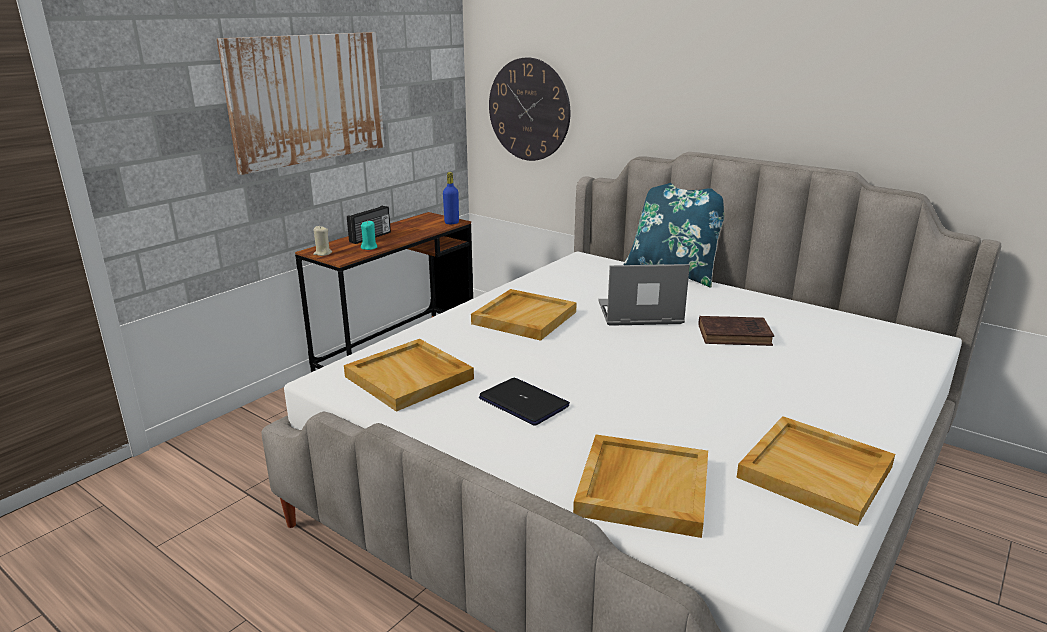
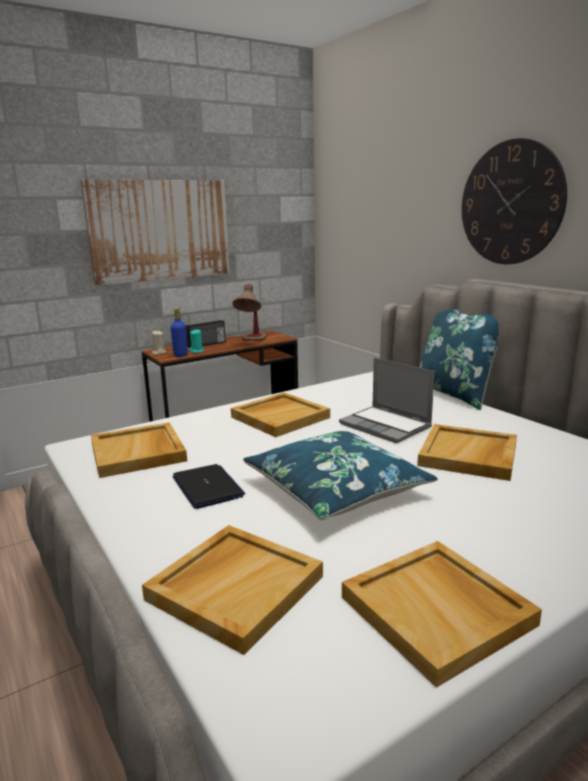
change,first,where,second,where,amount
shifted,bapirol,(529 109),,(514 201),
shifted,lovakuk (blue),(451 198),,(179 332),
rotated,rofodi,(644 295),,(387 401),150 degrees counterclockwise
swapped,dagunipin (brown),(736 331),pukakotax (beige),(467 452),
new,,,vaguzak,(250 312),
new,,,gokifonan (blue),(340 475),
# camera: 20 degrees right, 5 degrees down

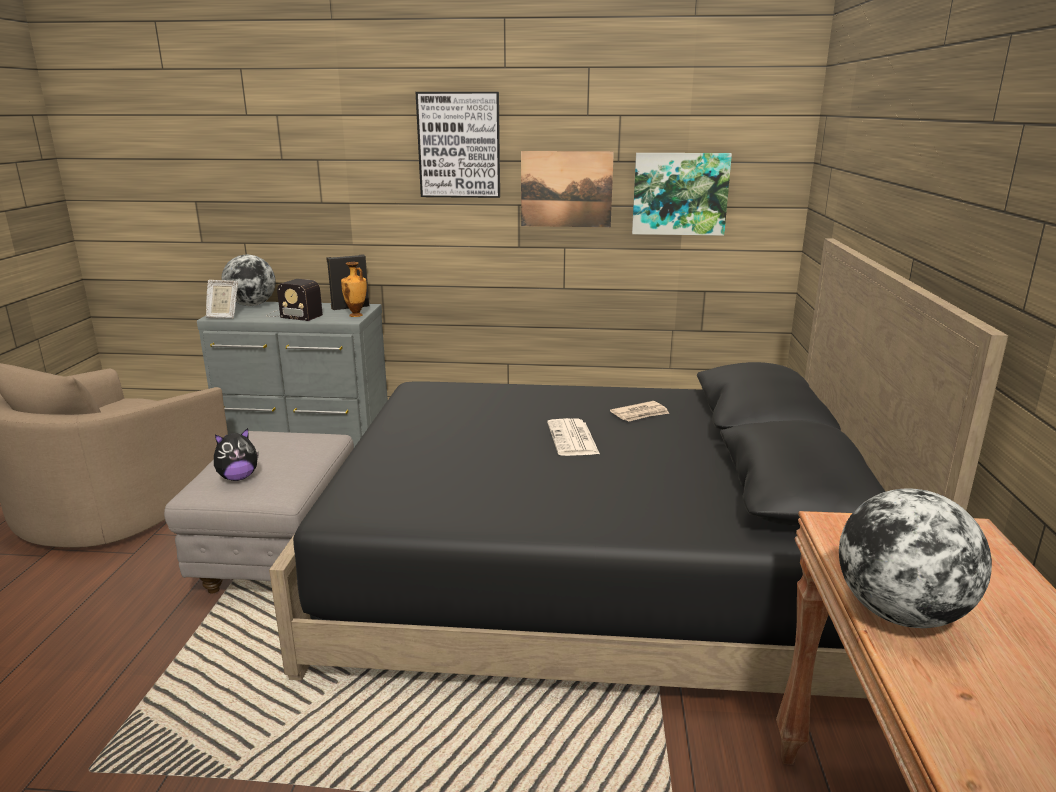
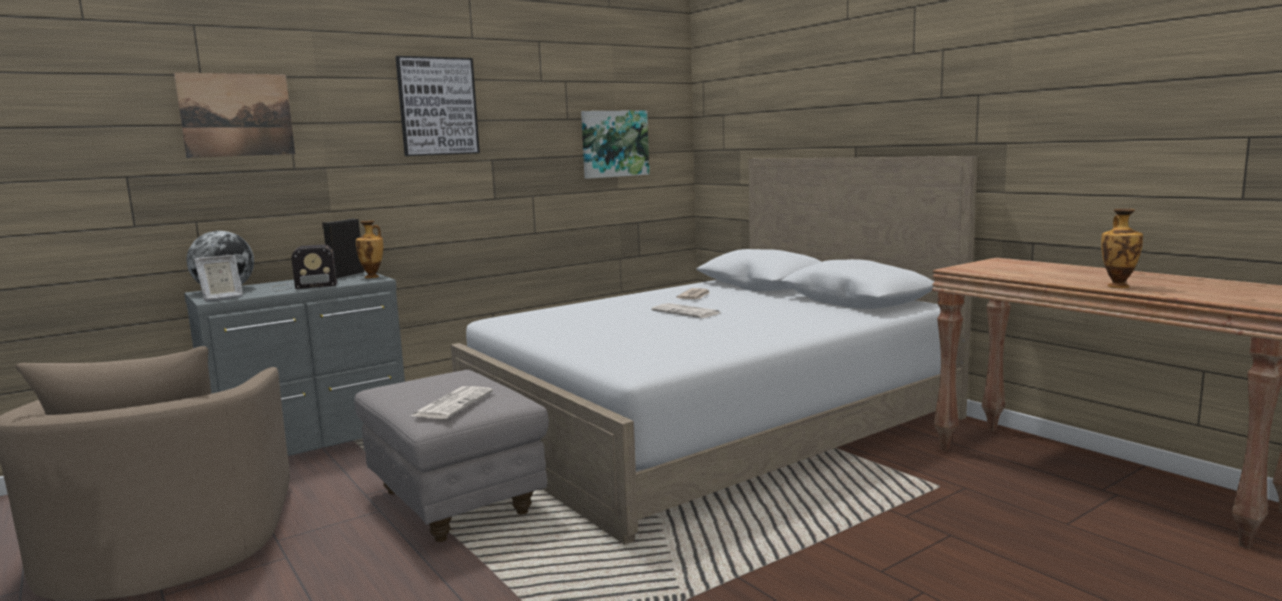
change,first,where,second,where,amount
shifted,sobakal,(567 189),,(234 115),
repainted,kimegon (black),(638 468),kimegon (white),(714 350),
swapped,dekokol,(236 454),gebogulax,(452 402),
gone,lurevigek,(915 558),,,
new,,,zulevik,(1122 248),
# camera: 40 degrees left, 10 degrees down

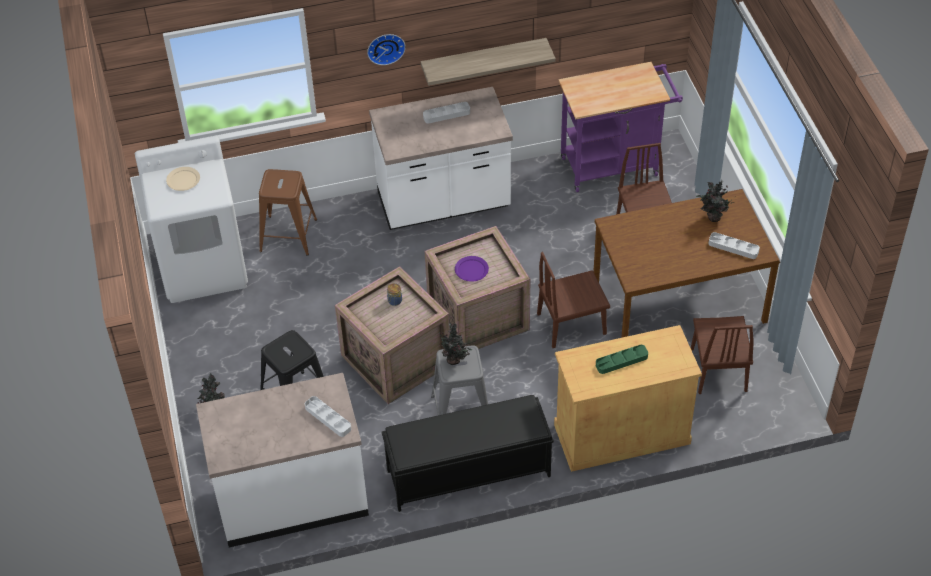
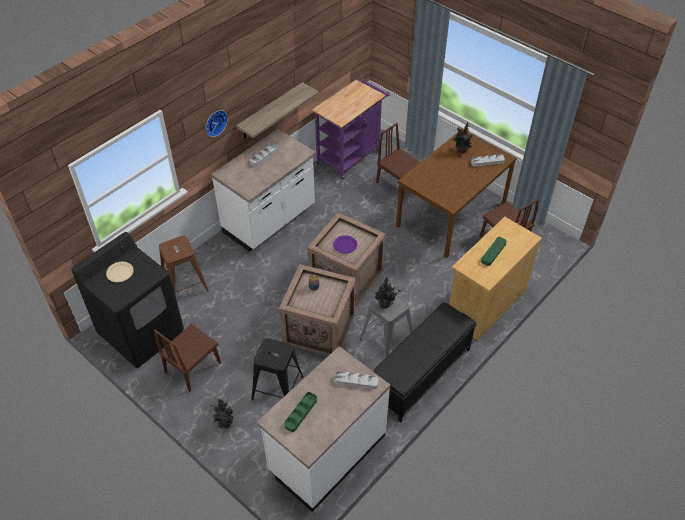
change,first,where,second,where,amount
repainted,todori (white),(191 219),todori (black),(127 300),
shifted,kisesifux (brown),(573 300),,(187 358),
new,,,pukakotax (green),(300 412),
# camera: 35 degrees left, 0 degrees up

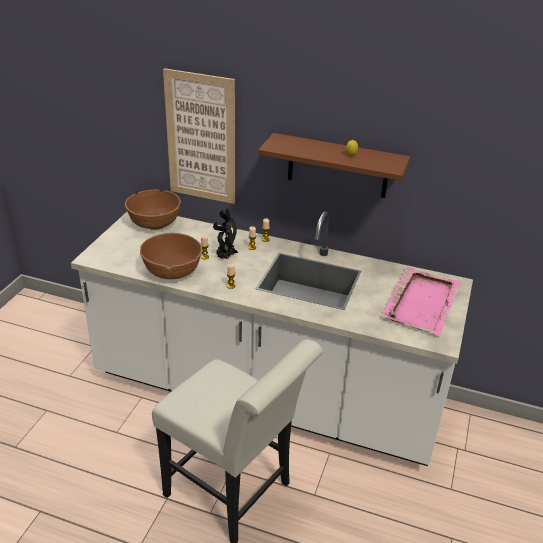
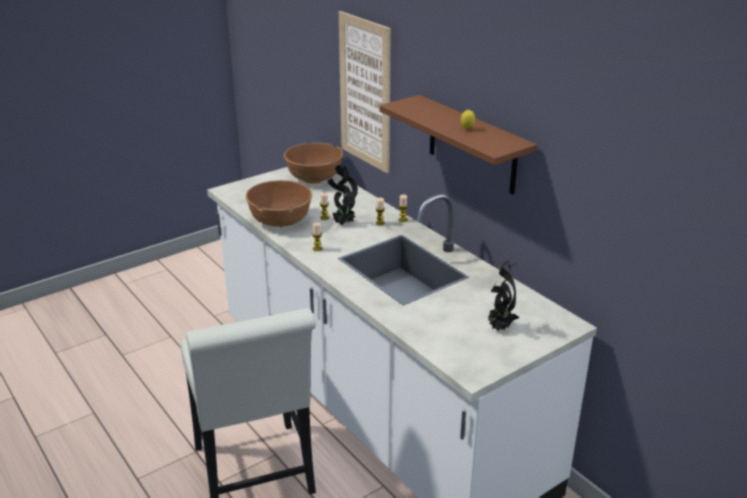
change,first,where,second,where,amount
swapped,pukakotax (pink),(421 301),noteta,(503 295),
# camera: 35 degrees right, 5 degrees down

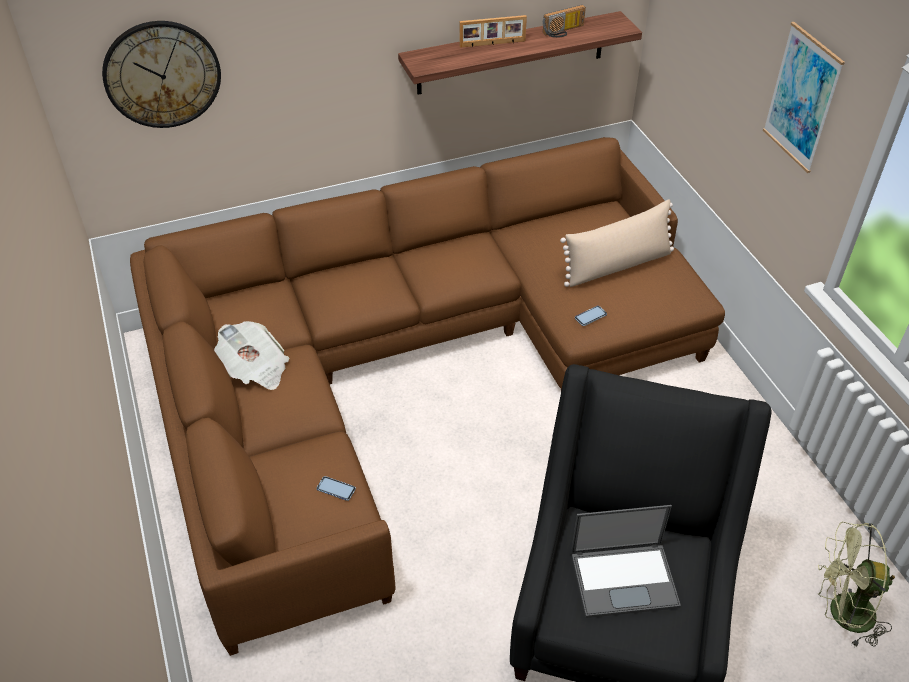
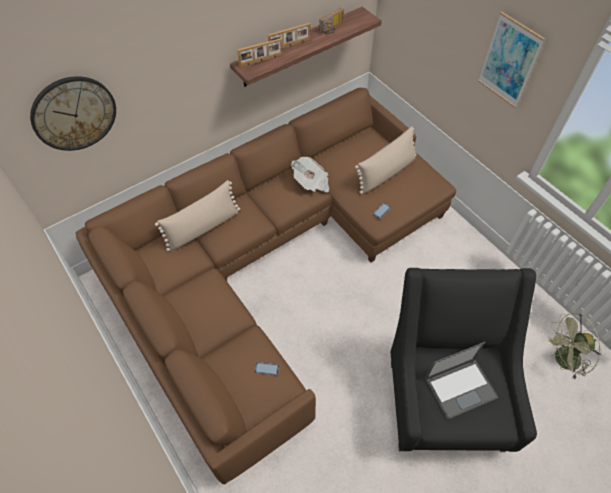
change,first,where,second,where,amount
shifted,gebogulax,(251 355),,(310 174),
new,,,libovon,(260 52),
new,,,gokifonan (beige),(197 215),
# camera: 15 degrees left, 10 degrees up

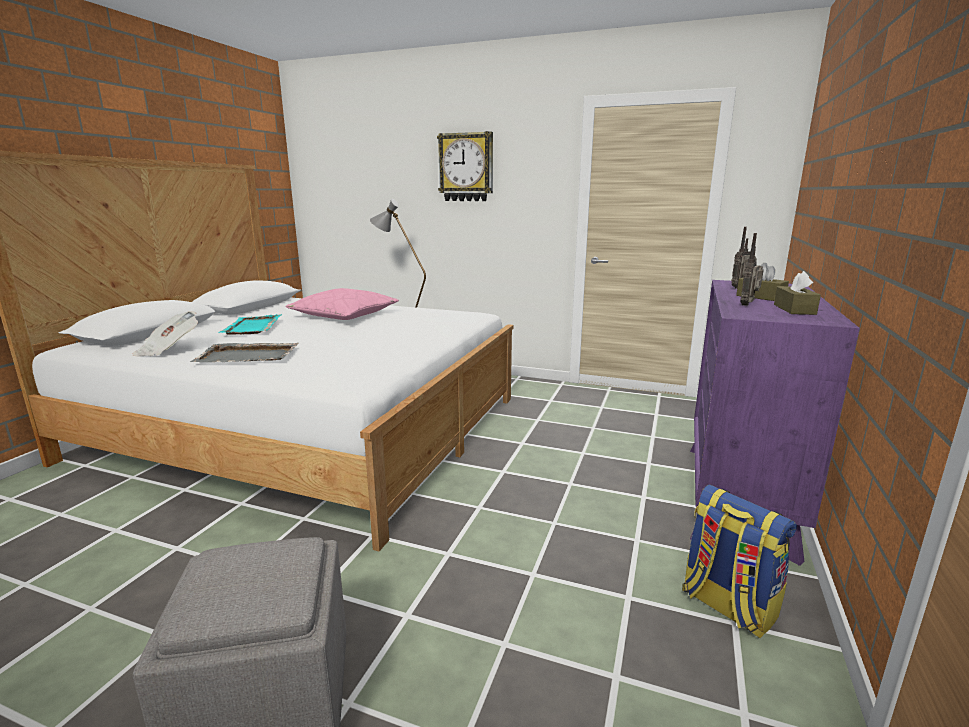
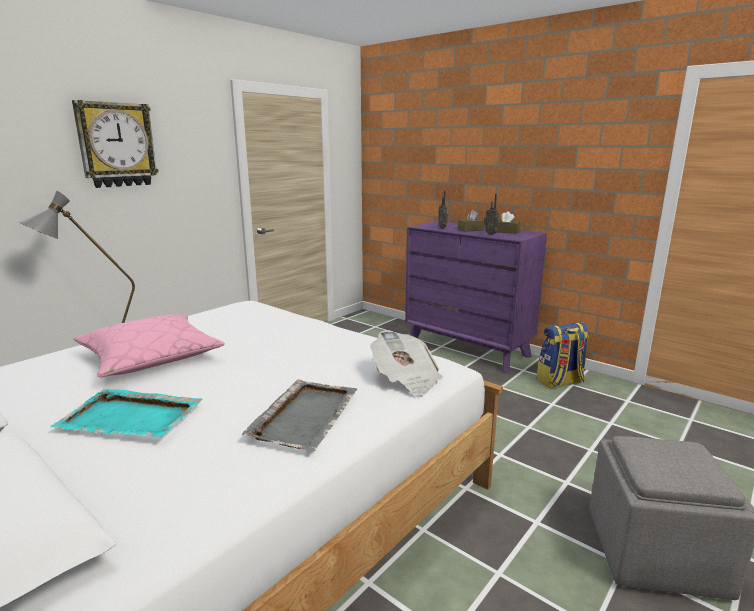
change,first,where,second,where,amount
shifted,gebogulax,(165 334),,(406 363),
# camera: 70 degrees left, 0 degrees up

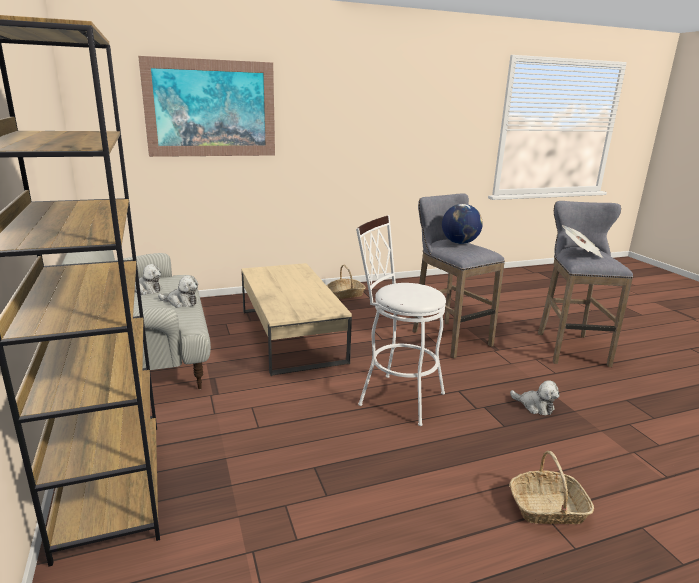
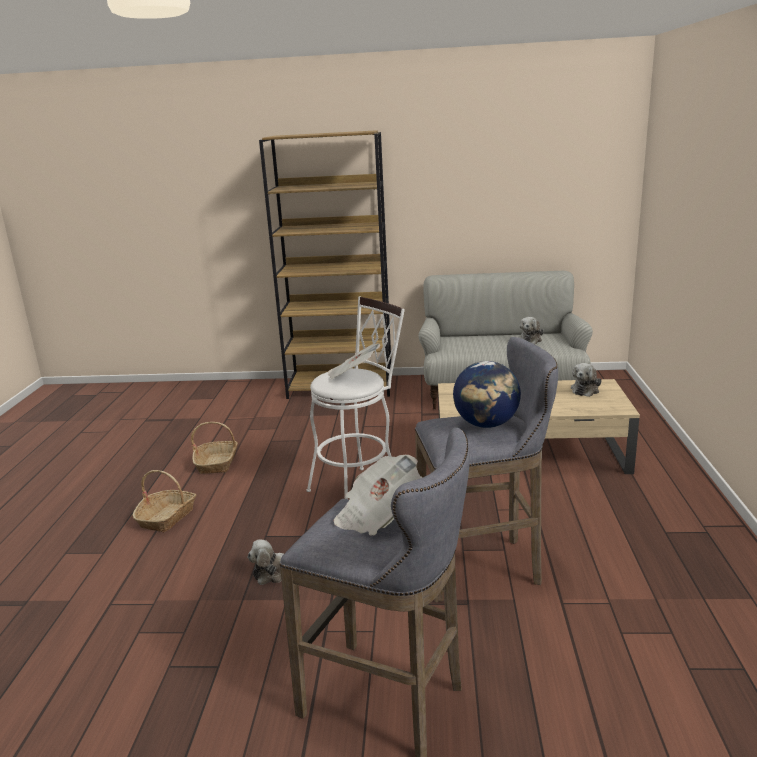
change,first,where,second,where,amount
gone,sobakal,(206 106),,,
shifted,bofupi,(346 282),,(214 448),
shifted,dekokol,(178 291),,(586 380),
new,,,gebogulax,(354 361),
# camera: 115 degrees right, 0 degrees up

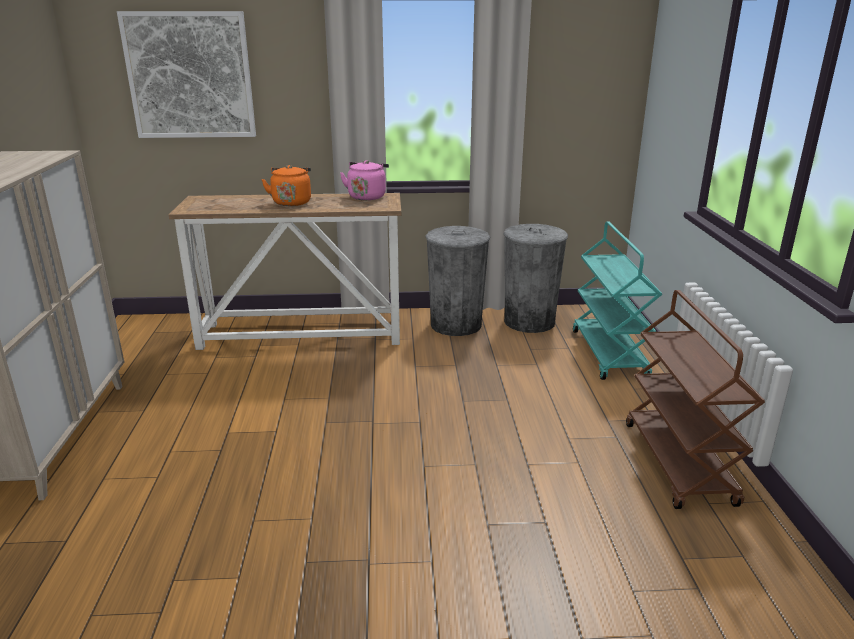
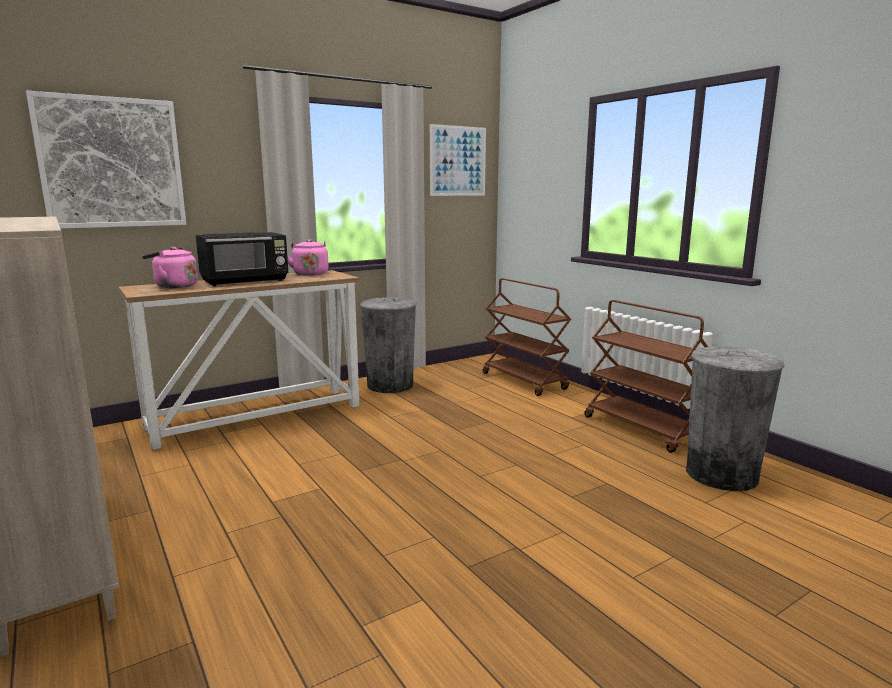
change,first,where,second,where,amount
swapped,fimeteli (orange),(286 185),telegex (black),(242 259),
repainted,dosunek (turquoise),(617 301),dosunek (brown),(527 337),
shifted,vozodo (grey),(535 278),,(735 418),
new,,,sobakal,(458 160),
new,,,fimeteli (pink),(170 267),
# camera: 30 degrees left, 10 degrees down

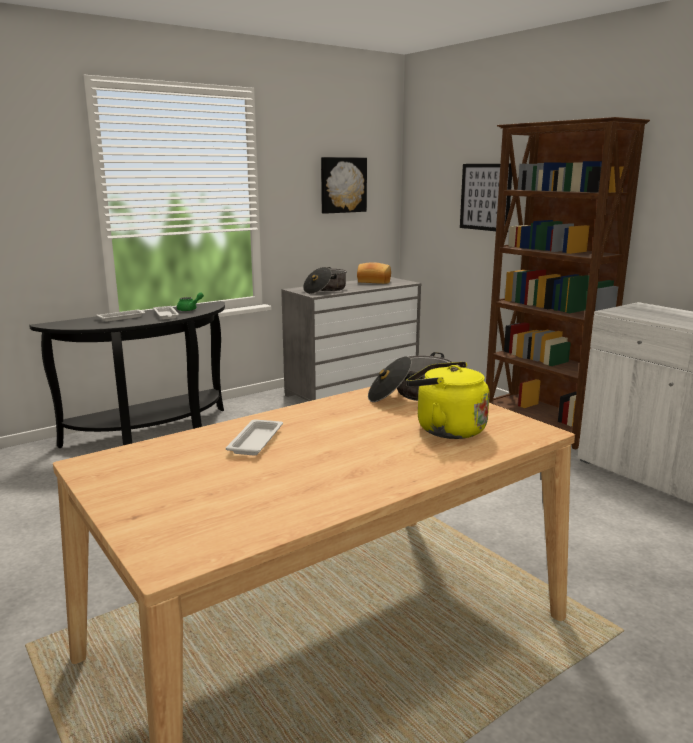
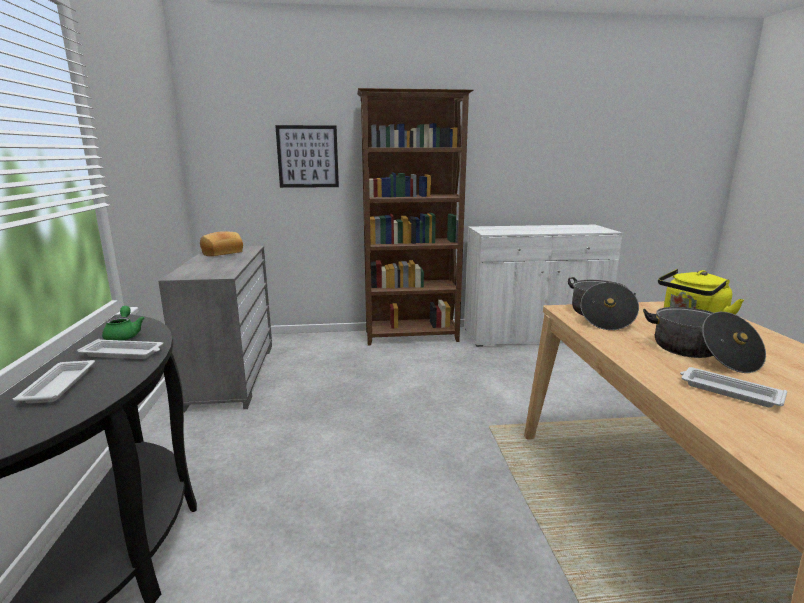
change,first,where,second,where,amount
gone,sobakal,(344 185),,,
shifted,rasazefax,(325 280),,(704 340),
# camera: 60 degrees left, 0 degrees up

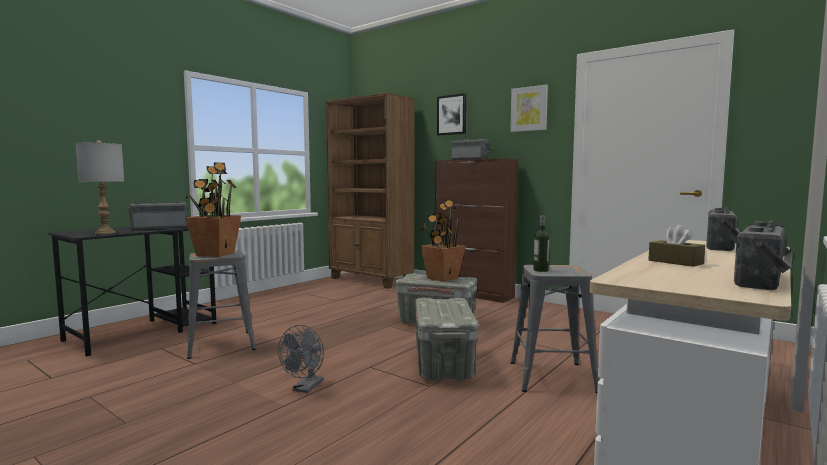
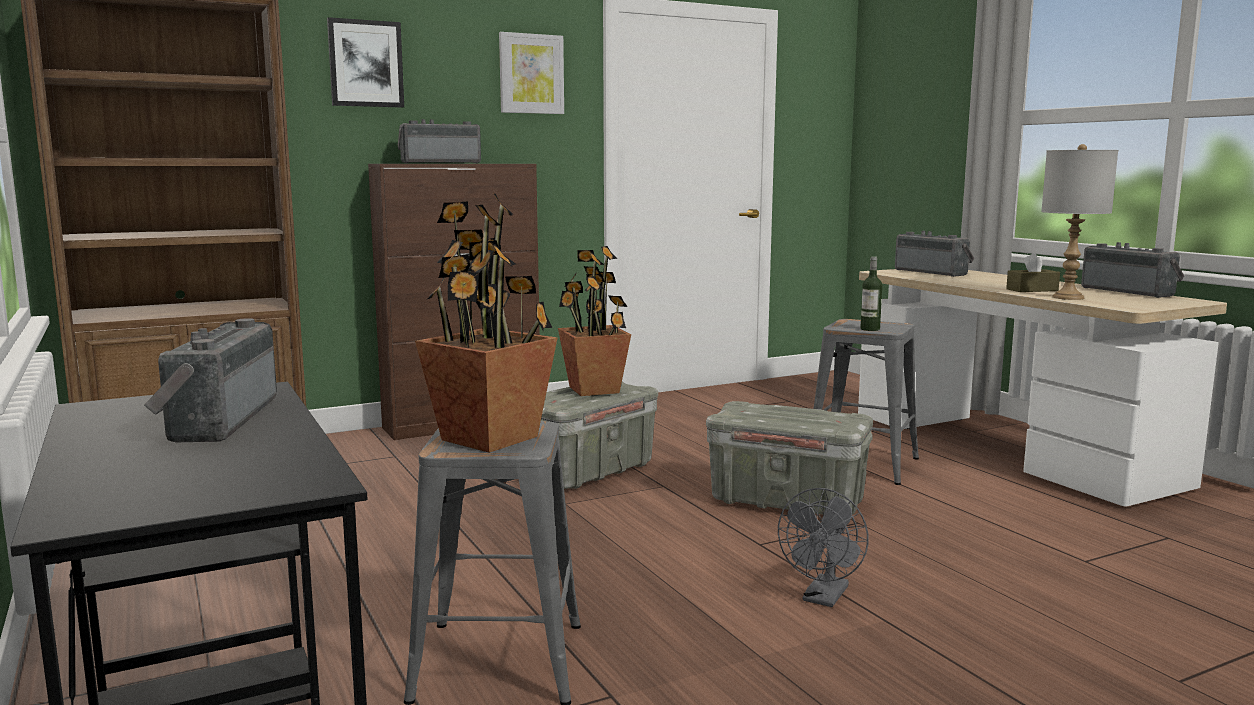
change,first,where,second,where,amount
shifted,vaguzak (grey),(99 187),,(1079 222),
rotated,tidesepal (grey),(301 359),,(823 547),75 degrees clockwise
# camera: 65 degrees left, 5 degrees up

